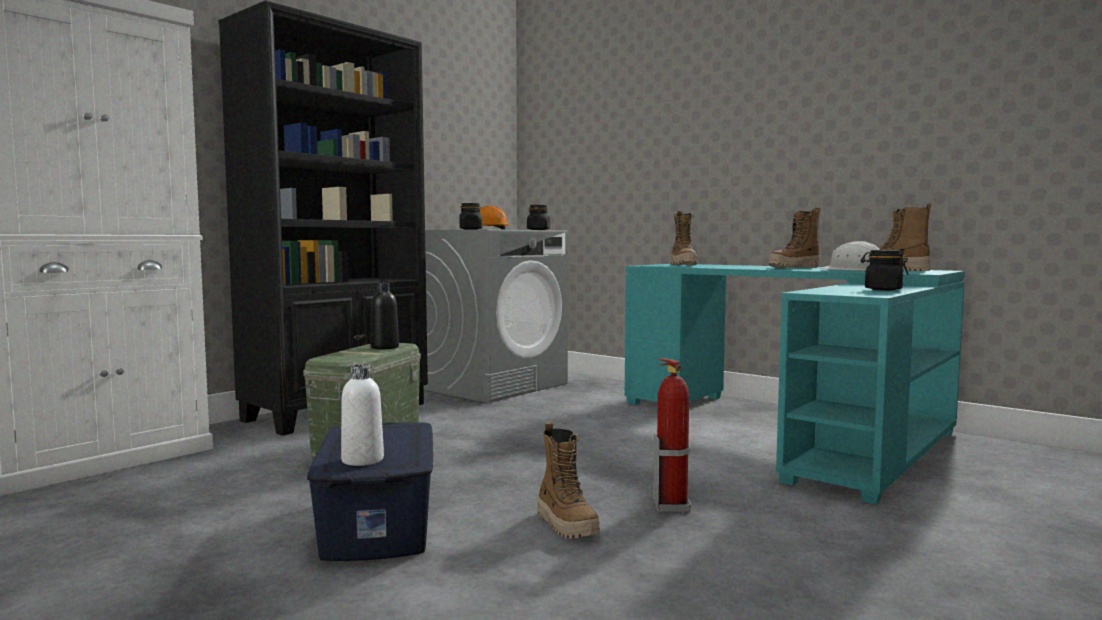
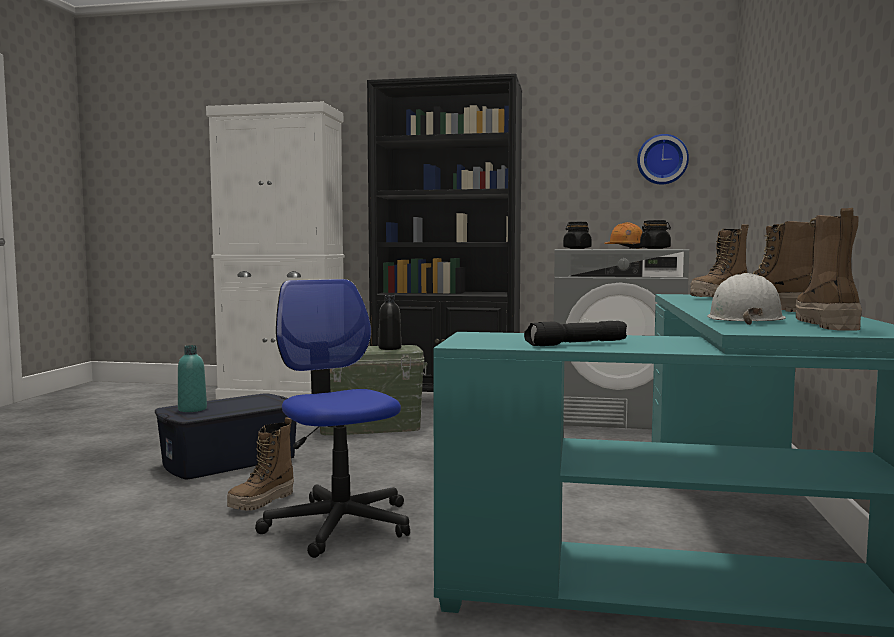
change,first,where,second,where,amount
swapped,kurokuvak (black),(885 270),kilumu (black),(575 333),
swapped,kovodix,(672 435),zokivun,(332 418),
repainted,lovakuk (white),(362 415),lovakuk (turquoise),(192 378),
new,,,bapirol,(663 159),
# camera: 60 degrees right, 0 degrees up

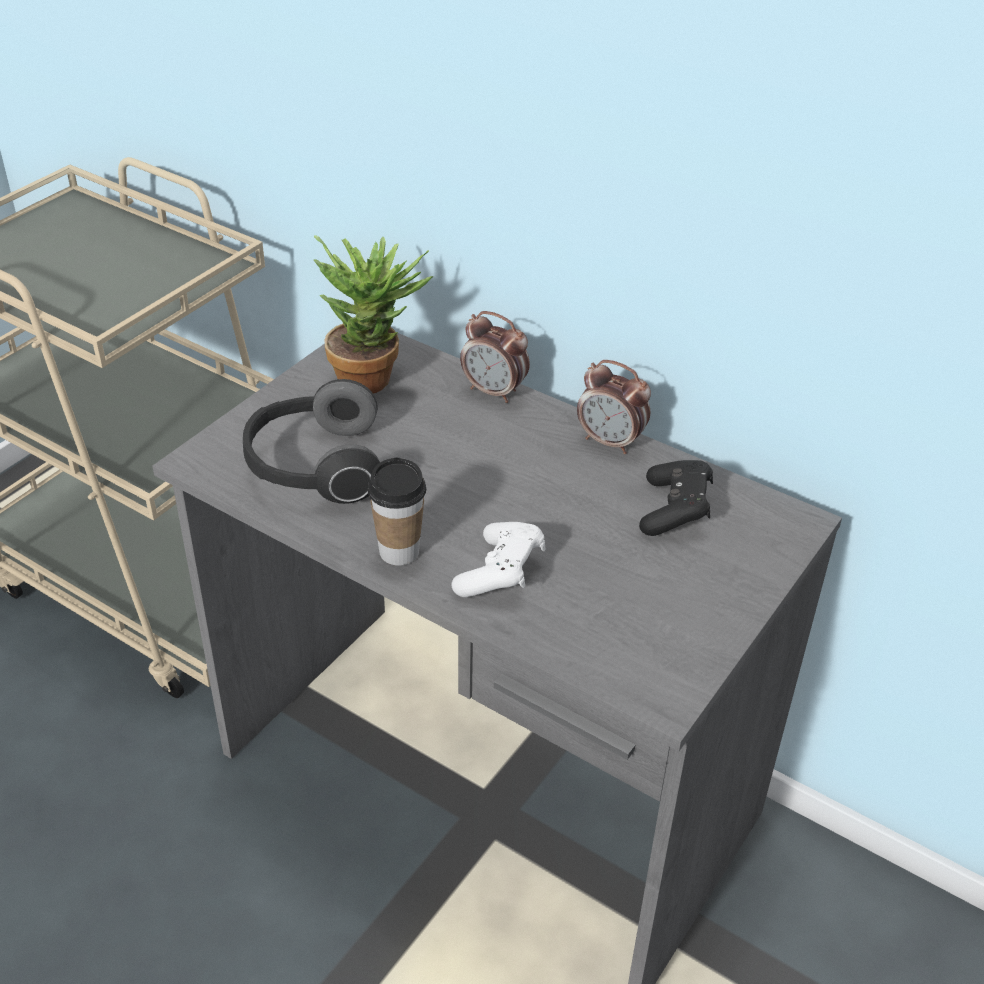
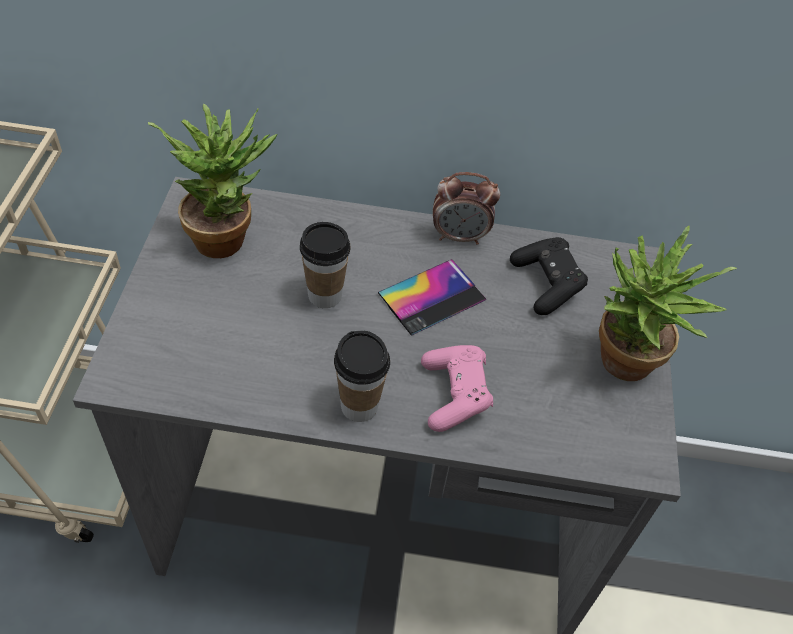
change,first,where,second,where,amount
gone,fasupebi,(495 357),,,
gone,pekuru,(311 441),,,
repainted,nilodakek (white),(498 559),nilodakek (pink),(457 388),
new,,,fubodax,(325 265),
new,,,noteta,(668 303),
new,,,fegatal,(432 297),
# camera: 30 degrees left, 10 degrees up

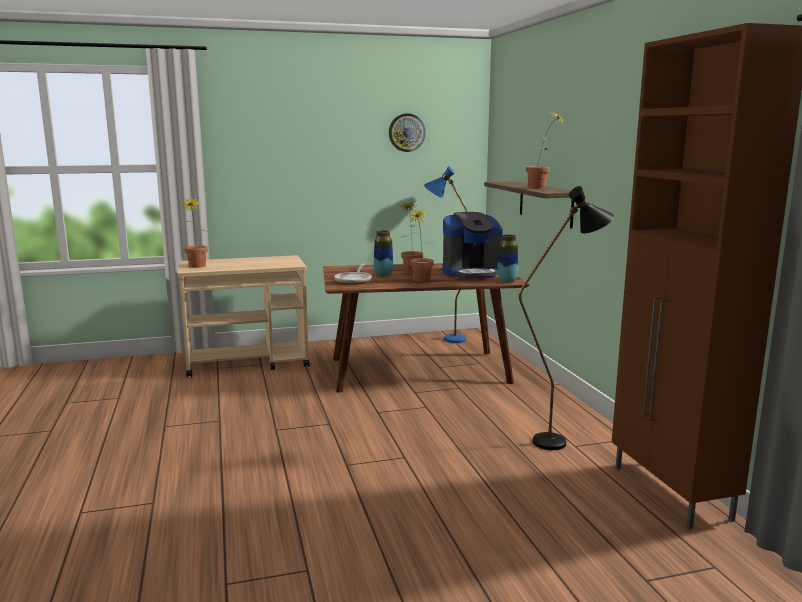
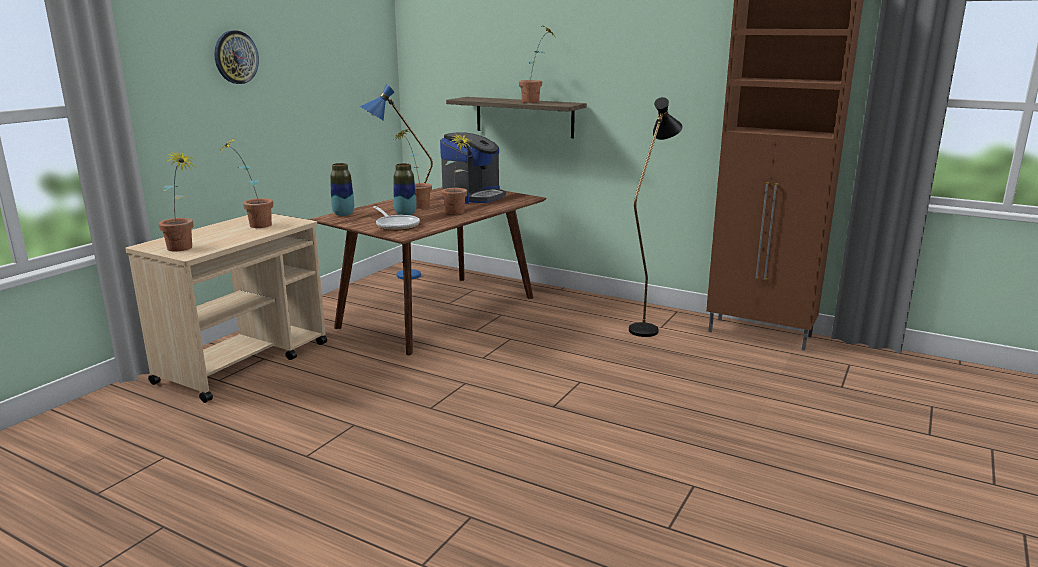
change,first,where,second,where,amount
shifted,bapirol,(407 132),,(236 57),
shifted,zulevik,(507 259),,(342 189),
new,,,noteta,(246 183),
# camera: 45 degrees left, 5 degrees up

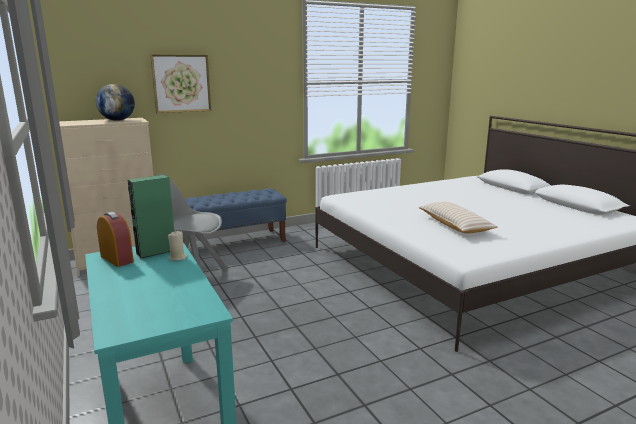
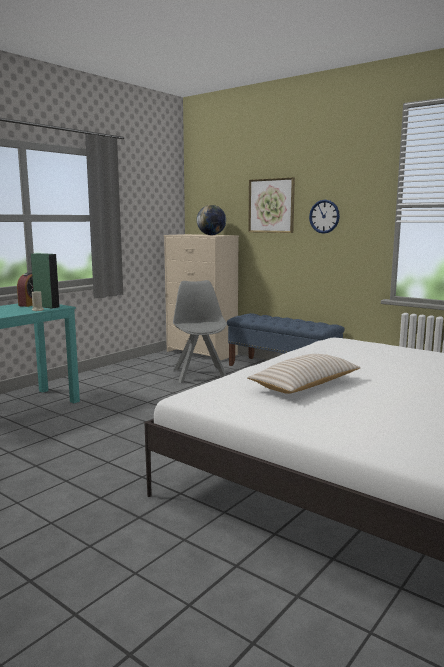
change,first,where,second,where,amount
new,,,bapirol,(324 217),
# camera: 65 degrees right, 5 degrees down

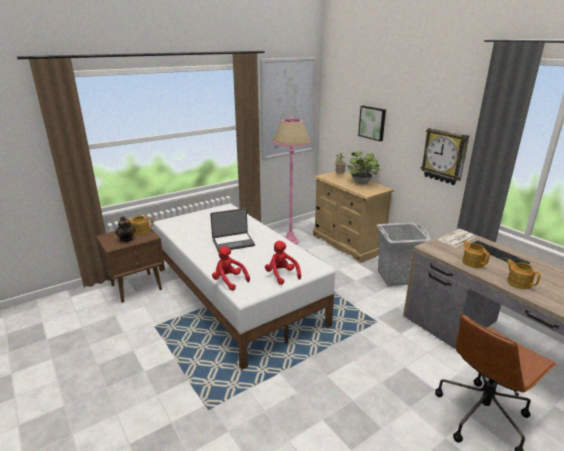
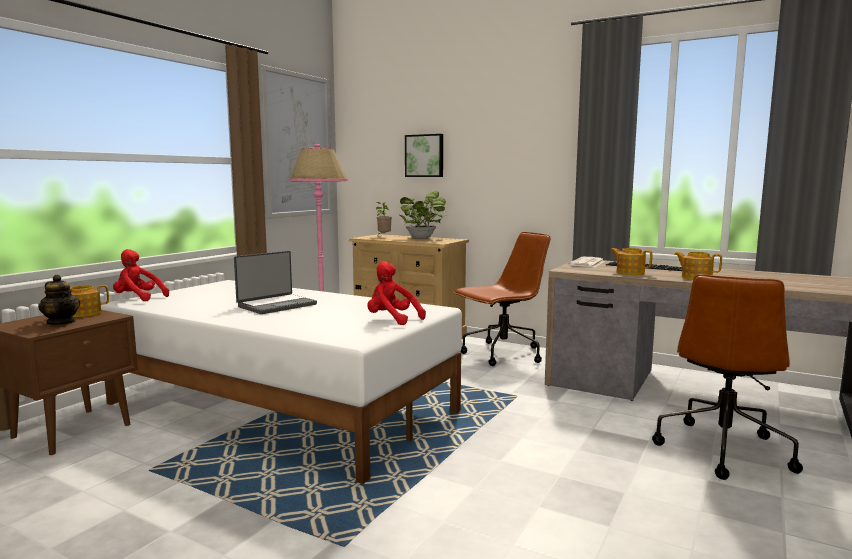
change,first,where,second,where,amount
gone,bapirol,(444 156),,,
swapped,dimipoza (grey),(403 254),zokivun (brown),(502 299),
shifted,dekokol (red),(231 268),,(141 275),
# camera: 25 degrees left, 15 degrees down

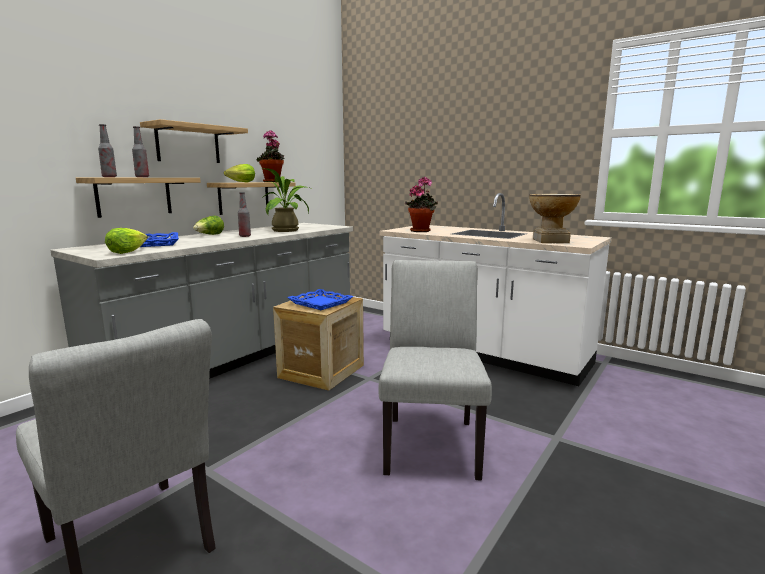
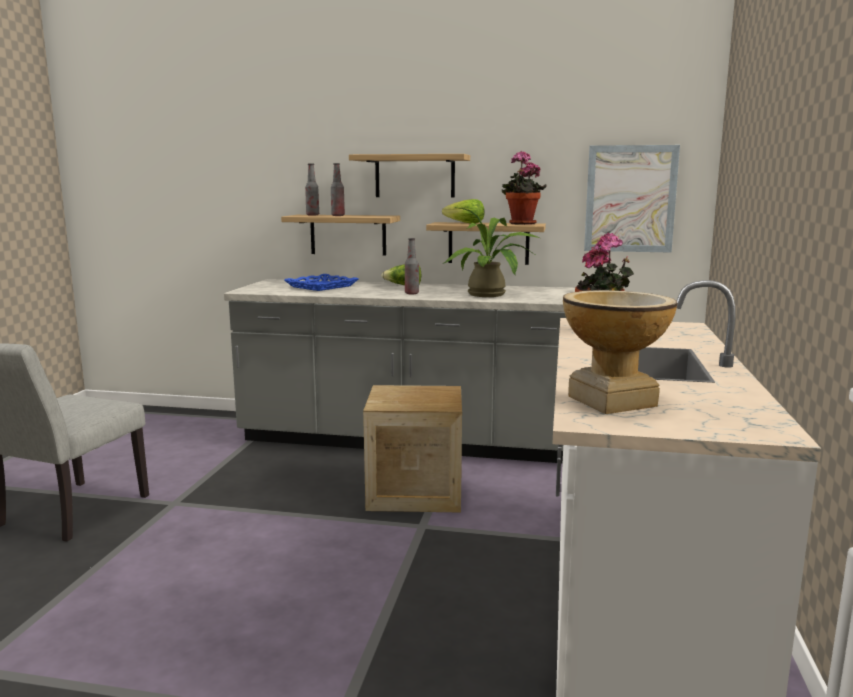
change,first,where,second,where,amount
gone,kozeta,(126 241),,,
gone,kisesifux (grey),(435 370),,,
gone,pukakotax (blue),(320 299),,,
new,,,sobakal,(632 199),
# camera: 65 degrees right, 0 degrees up

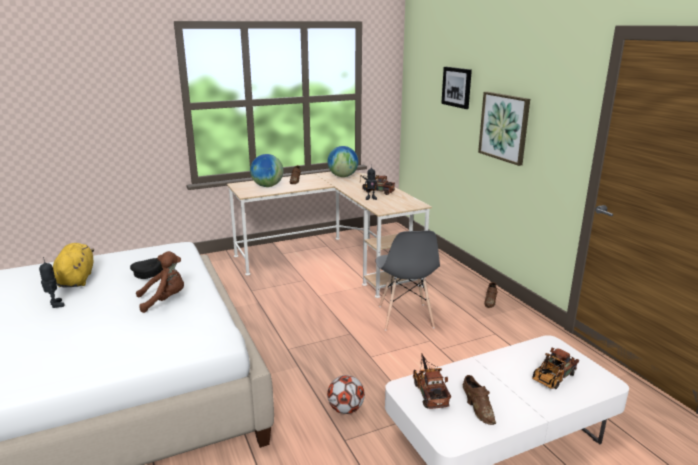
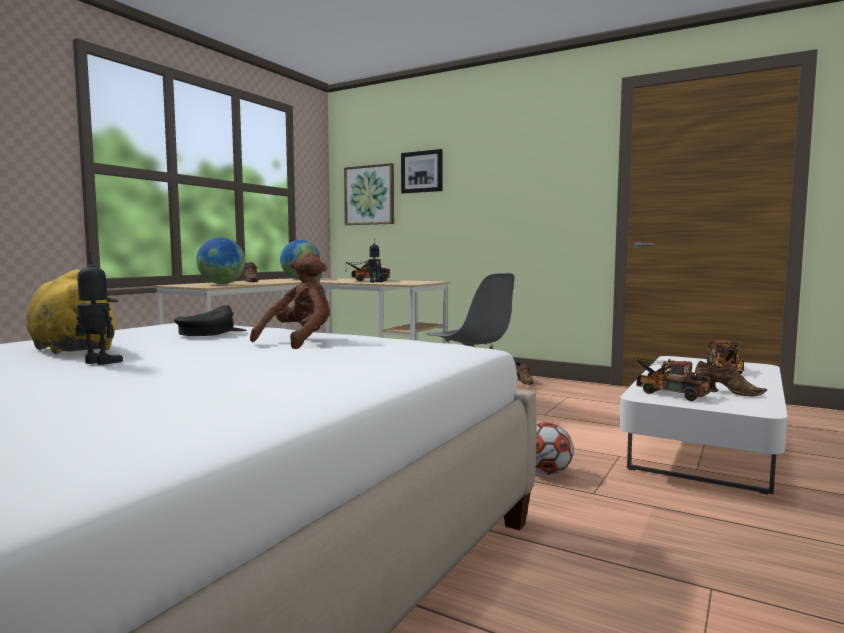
change,first,where,second,where,amount
shifted,sobakal,(504 129),,(369 194),
# camera: 35 degrees left, 15 degrees down

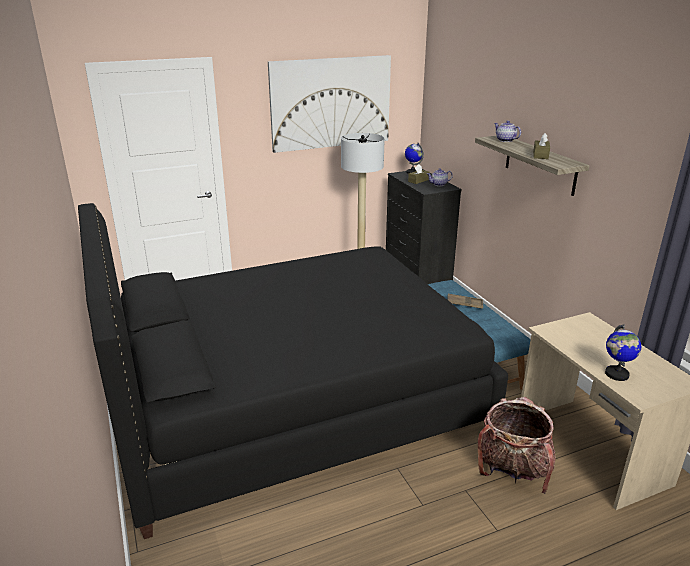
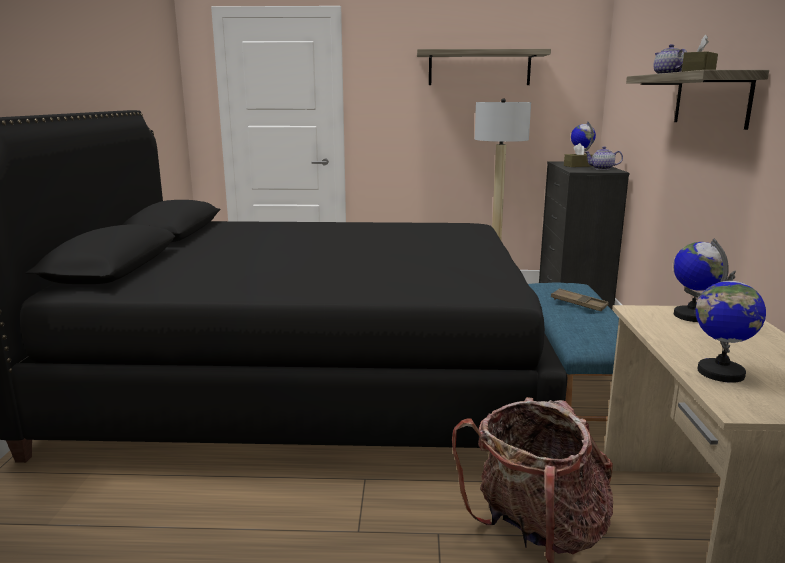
change,first,where,second,where,amount
swapped,sobakal,(329 104),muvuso,(484 67),
new,,,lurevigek,(701 280),
# camera: 25 degrees right, 10 degrees down

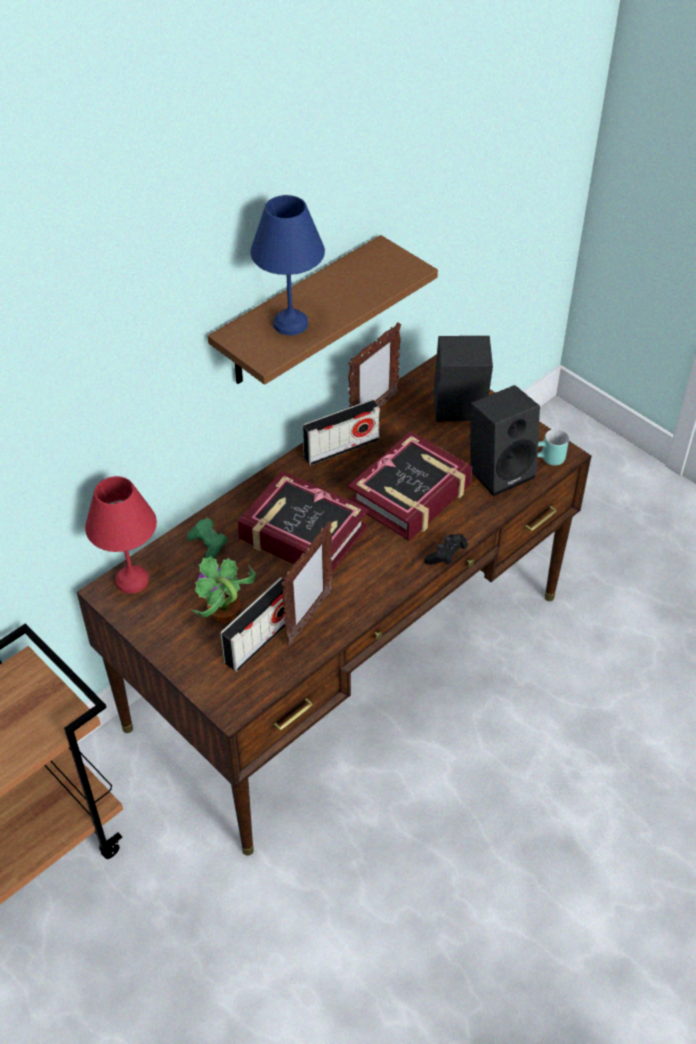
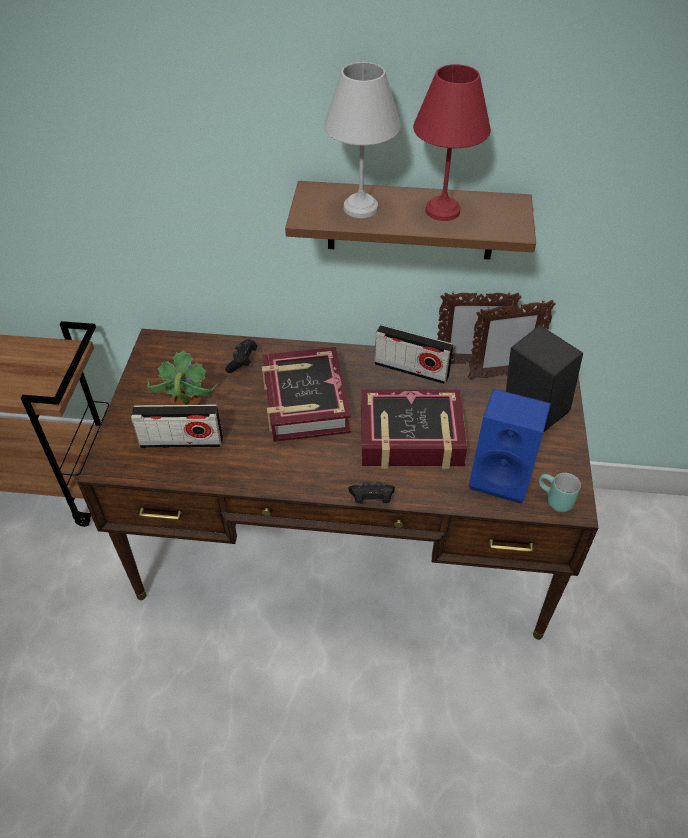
change,first,where,second,where,amount
repainted,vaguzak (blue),(287 265),vaguzak (white),(362 140),
repainted,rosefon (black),(505 440),rosefon (blue),(510 446),
shifted,vaguzak (red),(121 535),,(452 142),
repainted,nilodakek (green),(207 538),nilodakek (black),(241 356),
shifted,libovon,(306 583),,(512 340),
# camera: 50 degrees right, 0 degrees up

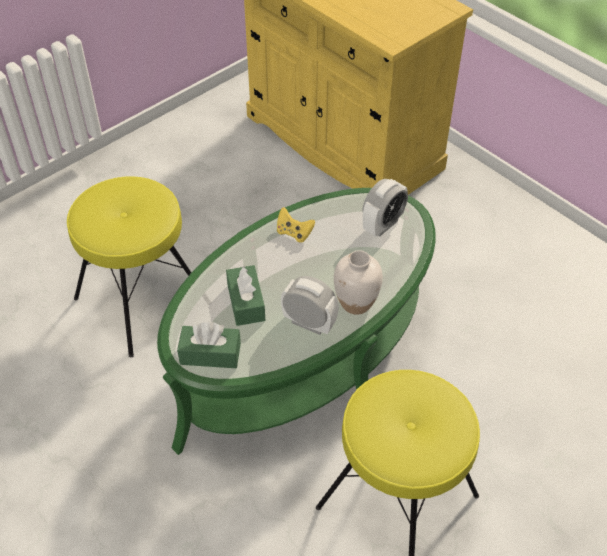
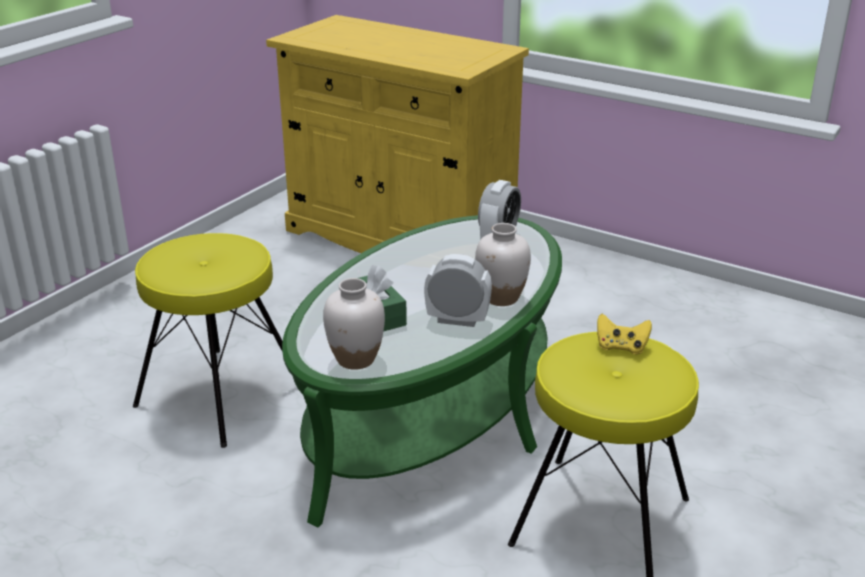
change,first,where,second,where,amount
shifted,nilodakek (yellow),(296 225),,(624 334),
swapped,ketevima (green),(209 345),zulevik (white),(354 324),
# camera: 15 degrees left, 20 degrees down

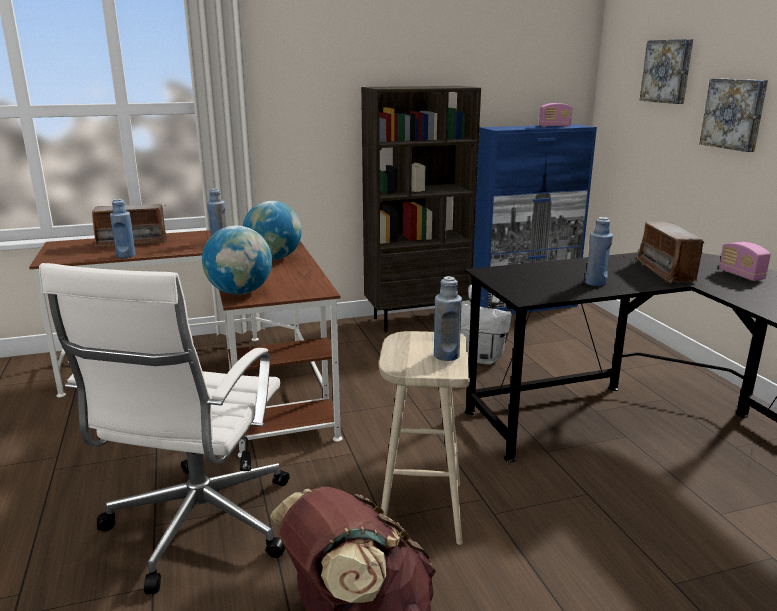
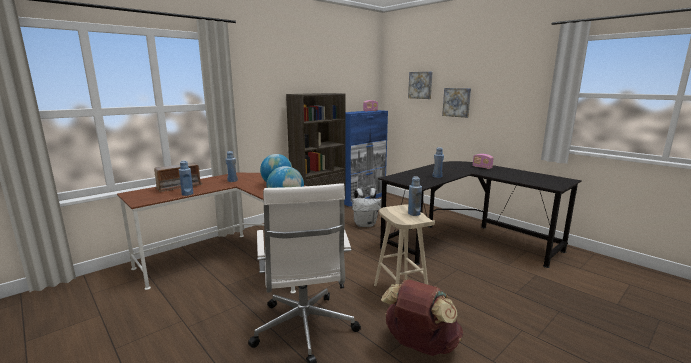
change,first,where,second,where,amount
gone,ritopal,(671 252),,,
# camera: 25 degrees left, 5 degrees down

